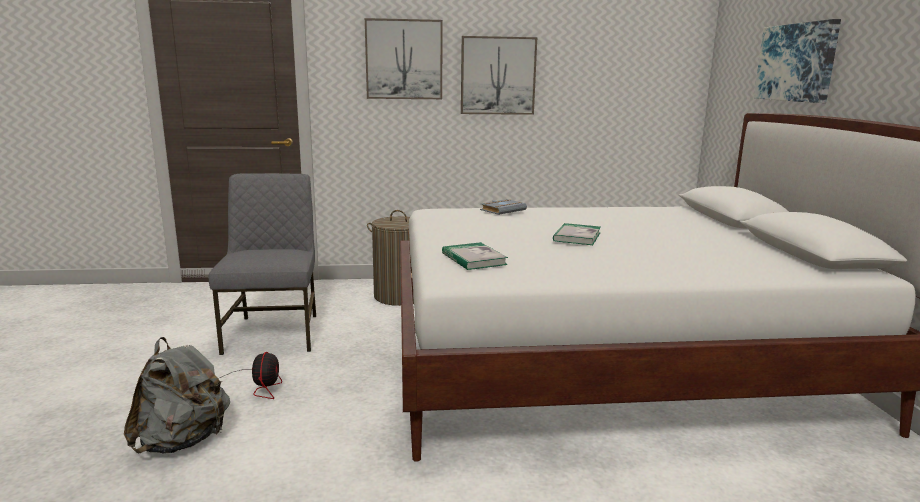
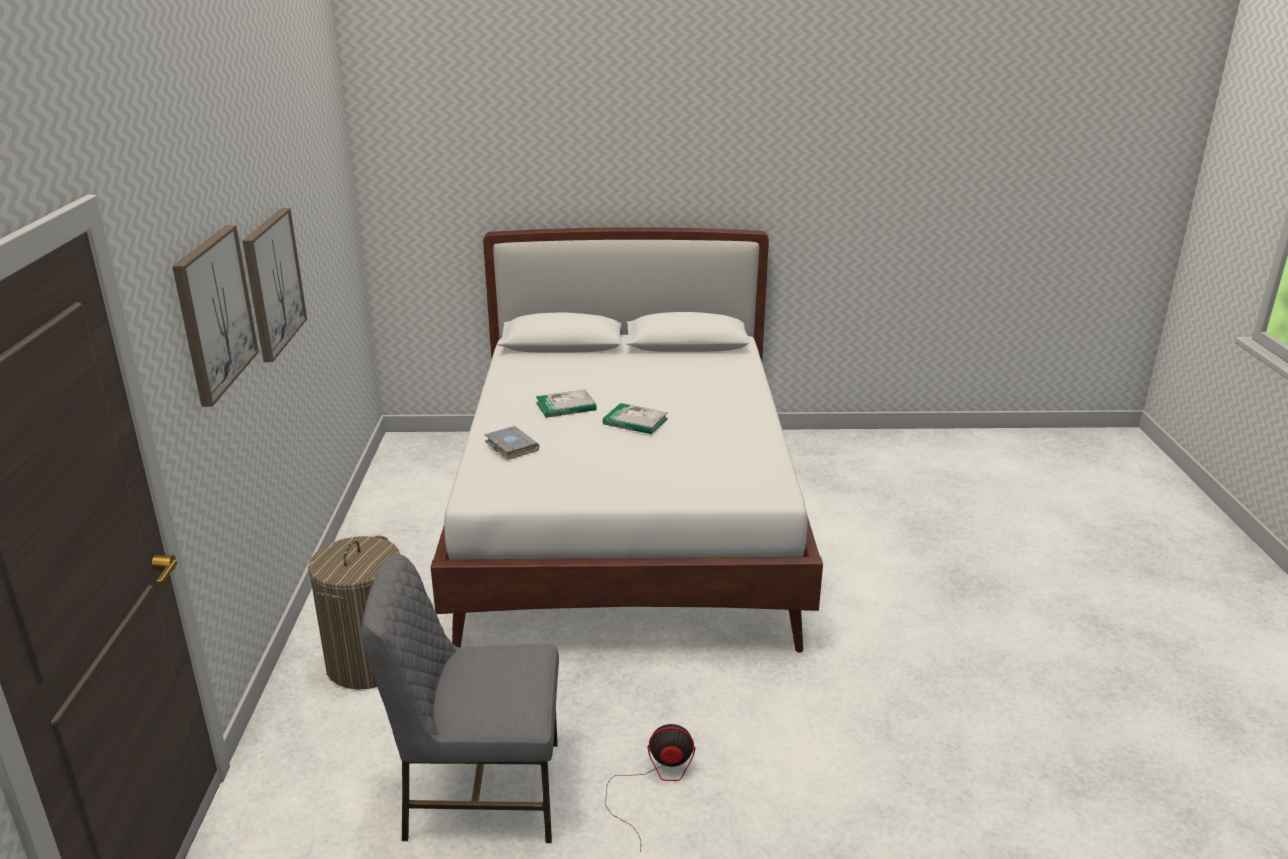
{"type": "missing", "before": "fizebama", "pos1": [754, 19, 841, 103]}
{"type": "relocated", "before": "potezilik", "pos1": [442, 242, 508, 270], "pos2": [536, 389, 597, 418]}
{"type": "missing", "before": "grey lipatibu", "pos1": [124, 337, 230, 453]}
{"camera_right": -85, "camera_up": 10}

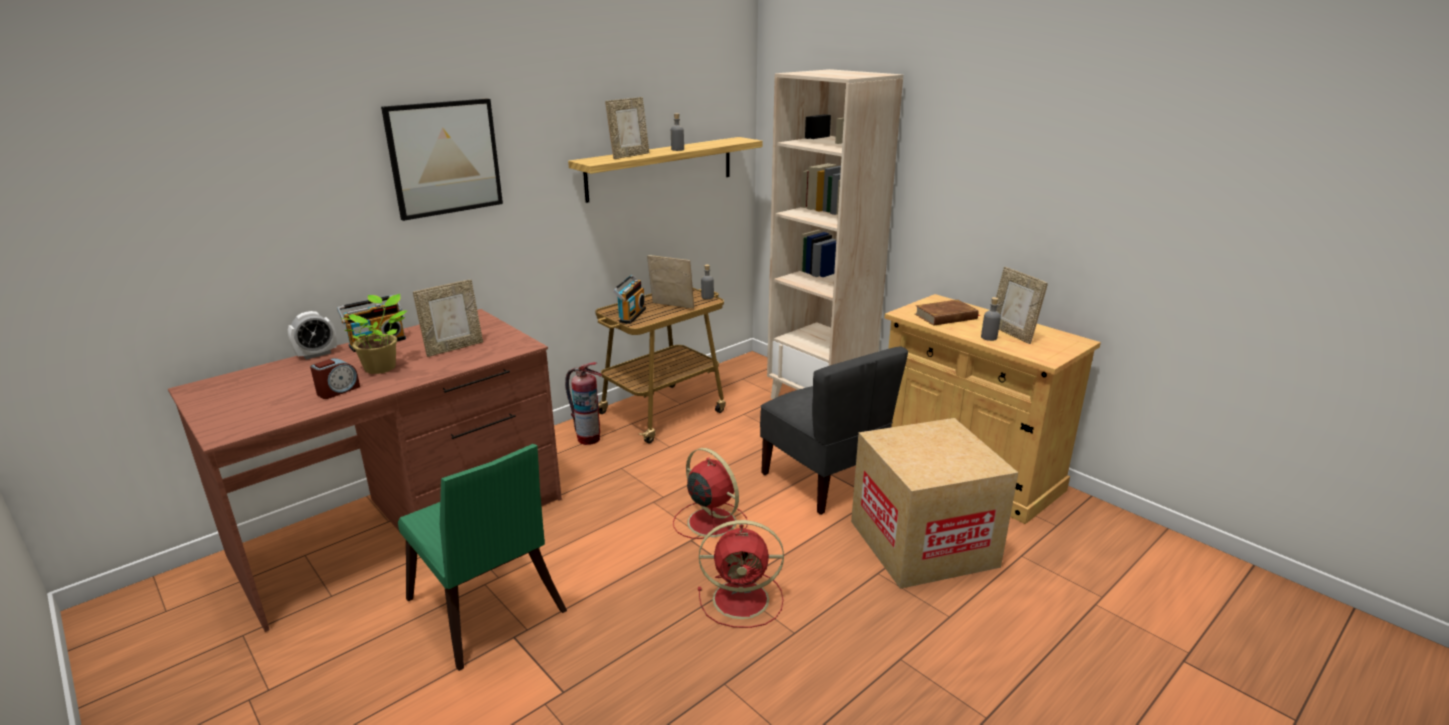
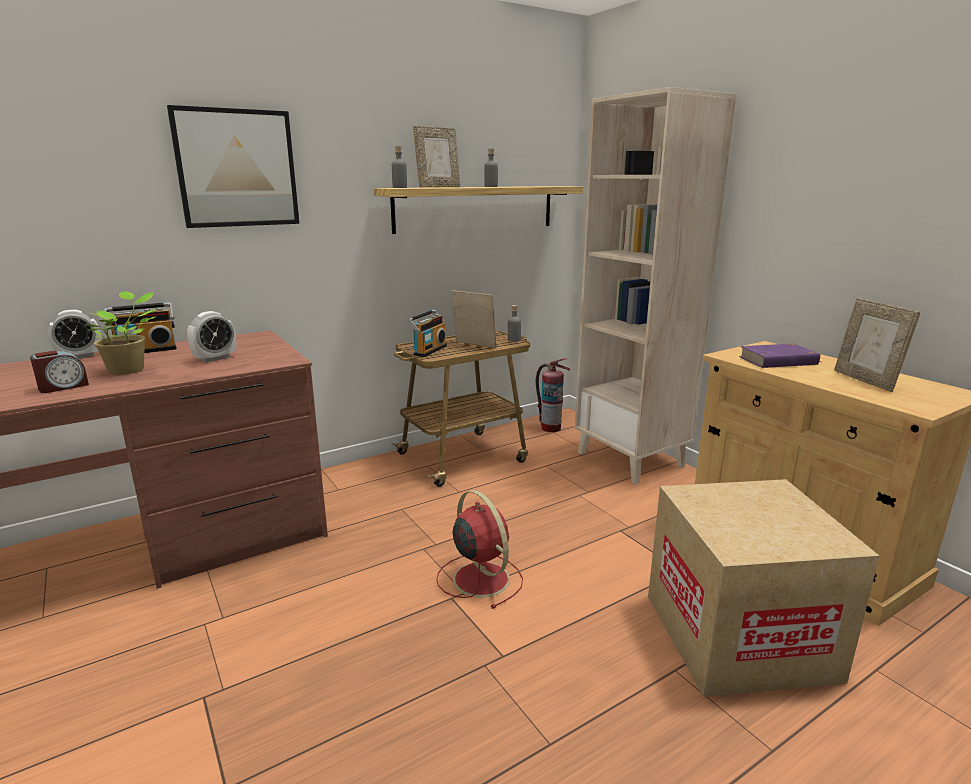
{"type": "exchanged", "before": "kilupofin", "after": "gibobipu", "pos1": [413, 280, 483, 357], "pos2": [187, 311, 236, 362]}
{"type": "relocated", "before": "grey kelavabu", "pos1": [981, 297, 1001, 341], "pos2": [392, 146, 407, 188]}
{"type": "colour", "before": "brown potezilik", "after": "purple potezilik", "pos1": [915, 300, 979, 326], "pos2": [739, 343, 821, 368]}
{"type": "missing", "before": "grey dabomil", "pos1": [760, 347, 908, 515]}
{"type": "relocated", "before": "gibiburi", "pos1": [565, 362, 602, 445], "pos2": [536, 358, 571, 432]}
{"type": "missing", "before": "green dabomil", "pos1": [398, 444, 567, 671]}
{"type": "missing", "before": "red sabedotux", "pos1": [698, 520, 784, 628]}
{"camera_right": 10, "camera_up": -5}

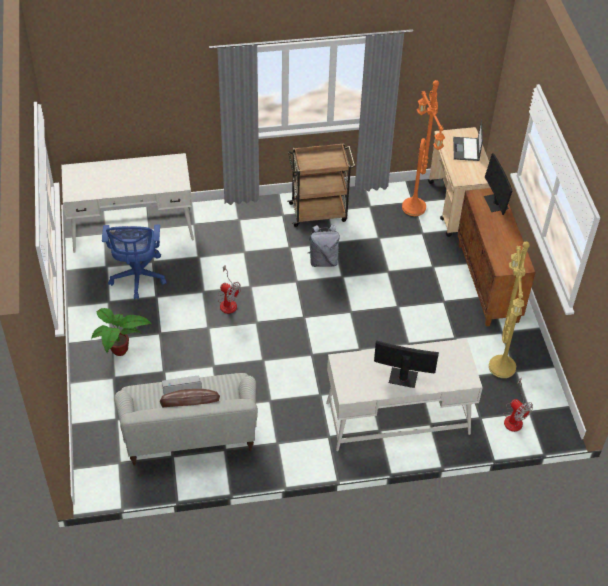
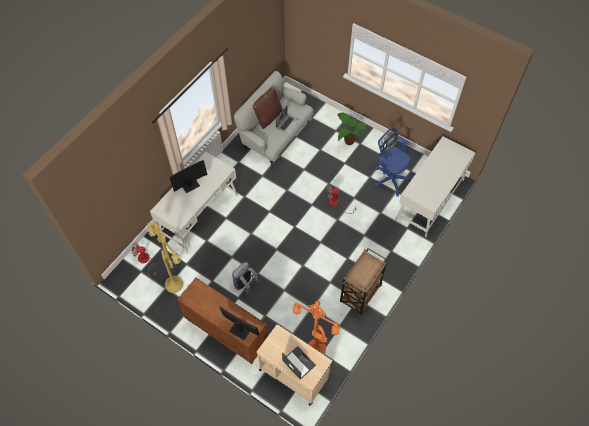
{"type": "relocated", "before": "grey lipatibu", "pos1": [307, 224, 340, 267], "pos2": [232, 262, 261, 295]}
{"camera_right": 135, "camera_up": 10}

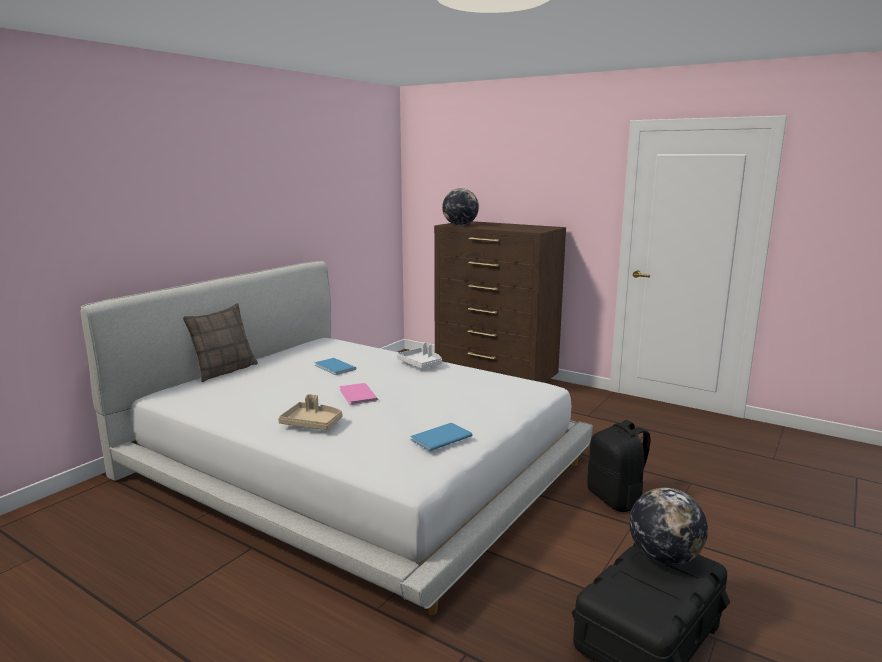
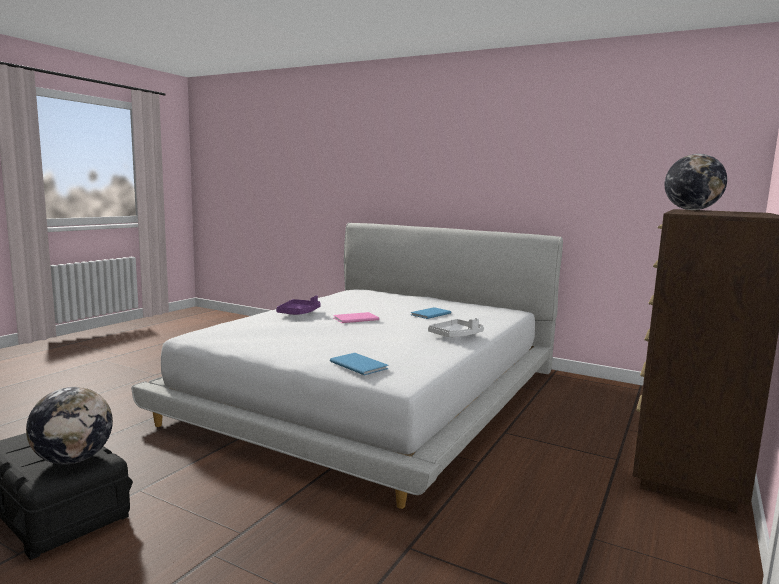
{"type": "missing", "before": "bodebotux", "pos1": [183, 303, 258, 382]}
{"type": "colour", "before": "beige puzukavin", "after": "purple puzukavin", "pos1": [278, 394, 342, 430], "pos2": [276, 296, 321, 315]}
{"type": "missing", "before": "black lipatibu", "pos1": [587, 420, 651, 512]}
{"type": "relocated", "before": "blue potezilik", "pos1": [411, 423, 473, 451], "pos2": [330, 353, 389, 375]}
{"camera_right": 85, "camera_up": -5}

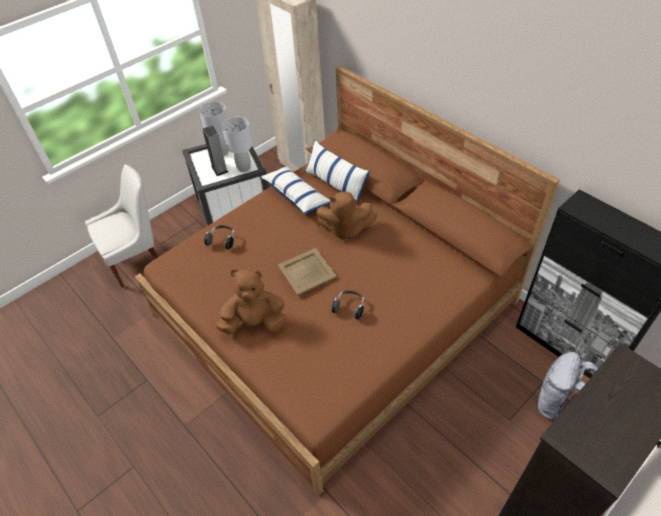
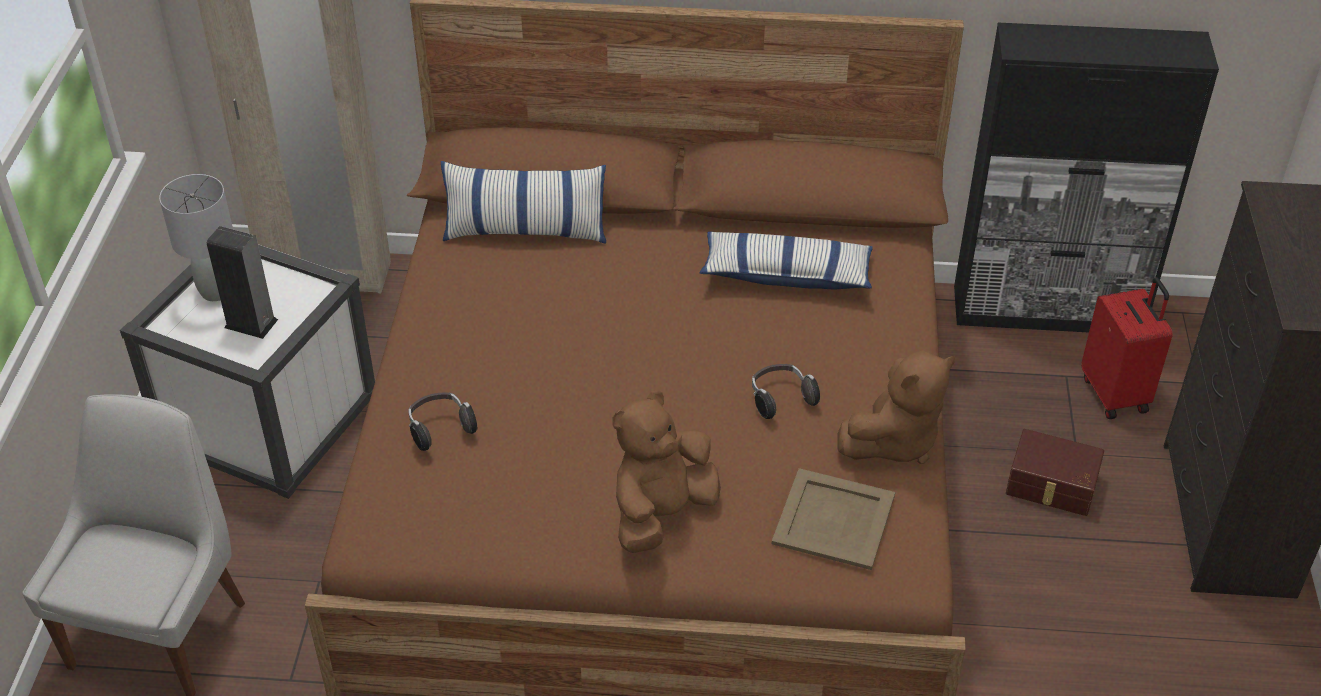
{"type": "missing", "before": "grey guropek", "pos1": [222, 117, 252, 172]}
{"type": "relocated", "before": "bodebotux", "pos1": [259, 166, 331, 215], "pos2": [699, 232, 873, 289]}
{"type": "relocated", "before": "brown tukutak", "pos1": [316, 192, 378, 242], "pos2": [837, 350, 955, 464]}
{"type": "relocated", "before": "beige puzukavin", "pos1": [278, 248, 337, 296], "pos2": [772, 468, 895, 570]}
{"type": "exchanged", "before": "grey lipatibu", "after": "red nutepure", "pos1": [538, 352, 598, 420], "pos2": [1081, 277, 1173, 419]}
{"type": "appeared", "after": "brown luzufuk", "pos2": [1006, 429, 1104, 516]}
{"camera_right": -45, "camera_up": -5}

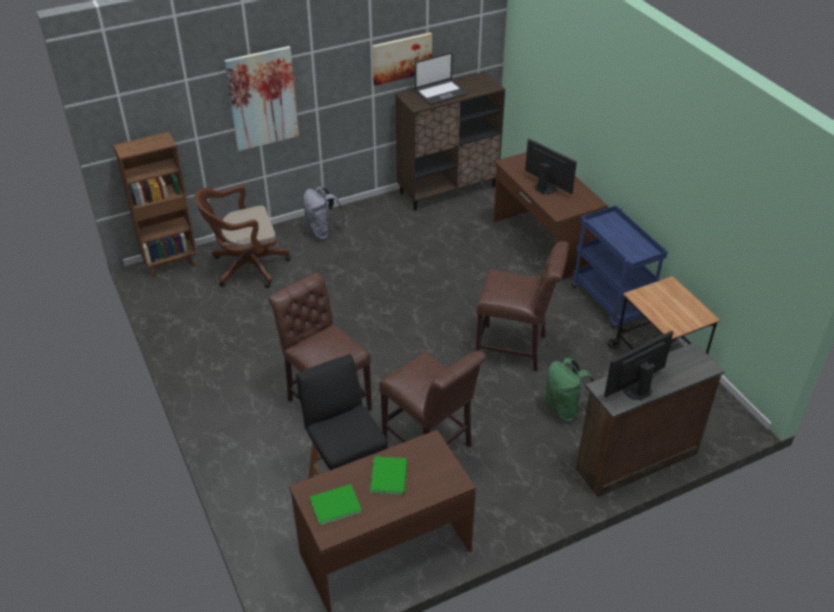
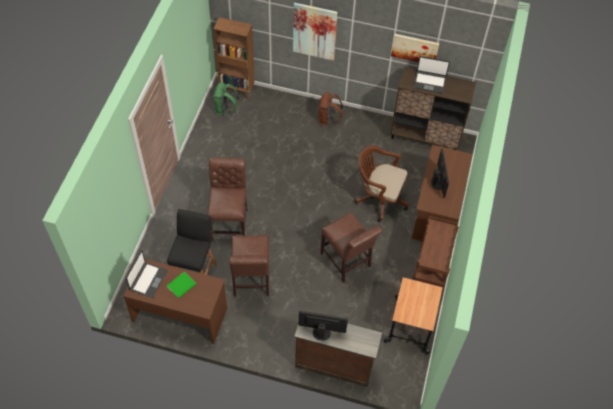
{"type": "relocated", "before": "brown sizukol", "pos1": [195, 185, 291, 288], "pos2": [355, 145, 409, 222]}
{"type": "colour", "before": "grey lipatibu", "after": "brown lipatibu", "pos1": [303, 187, 346, 240], "pos2": [318, 92, 343, 126]}
{"type": "colour", "before": "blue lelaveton", "after": "brown lelaveton", "pos1": [572, 205, 668, 328], "pos2": [413, 216, 459, 294]}
{"type": "relocated", "before": "green lipatibu", "pos1": [545, 358, 594, 422], "pos2": [213, 82, 239, 116]}
{"type": "exchanged", "before": "green potezilik", "after": "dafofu", "pos1": [310, 484, 362, 526], "pos2": [125, 250, 167, 298]}
{"camera_right": 40, "camera_up": 15}

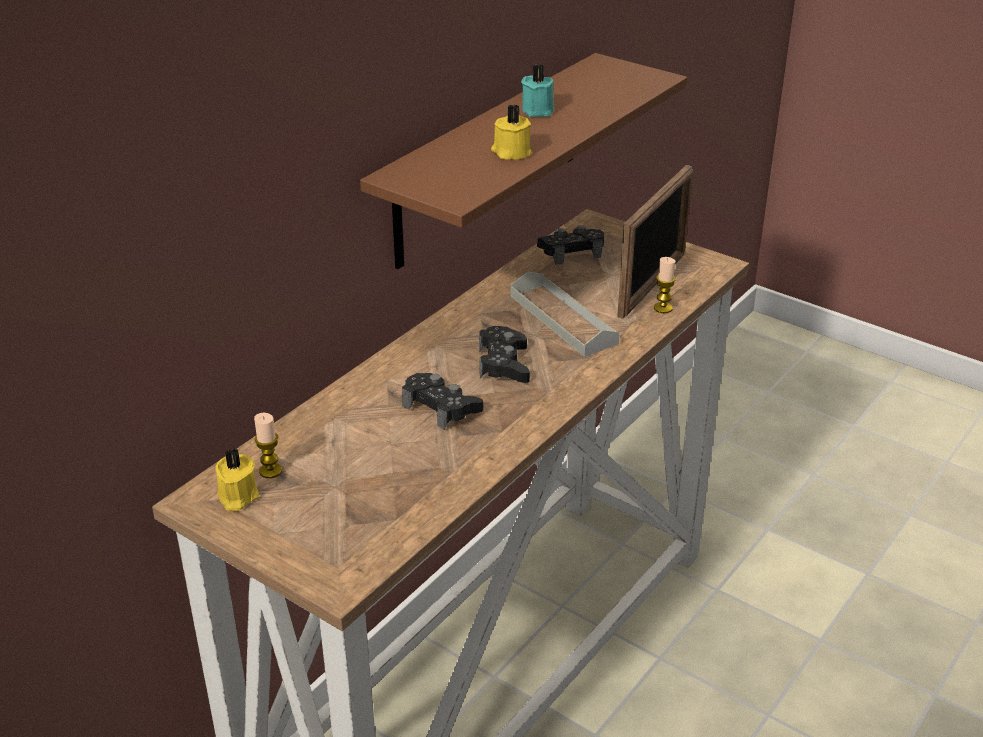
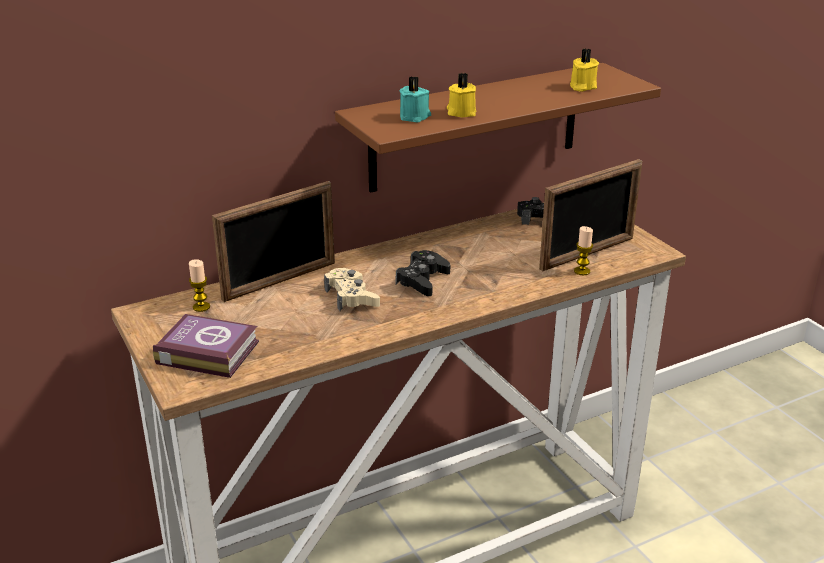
{"type": "relocated", "before": "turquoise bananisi", "pos1": [521, 65, 554, 117], "pos2": [399, 76, 431, 123]}
{"type": "missing", "before": "grey puzukavin", "pos1": [511, 271, 620, 357]}
{"type": "colour", "before": "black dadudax", "after": "beige dadudax", "pos1": [402, 373, 483, 429], "pos2": [324, 268, 380, 311]}
{"type": "relocated", "before": "yellow bananisi", "pos1": [215, 448, 259, 511], "pos2": [570, 49, 599, 92]}
{"type": "appeared", "after": "kilupofin", "pos2": [212, 181, 335, 302]}
{"type": "appeared", "after": "potezilik", "pos2": [153, 314, 259, 378]}
{"camera_right": 25, "camera_up": -5}

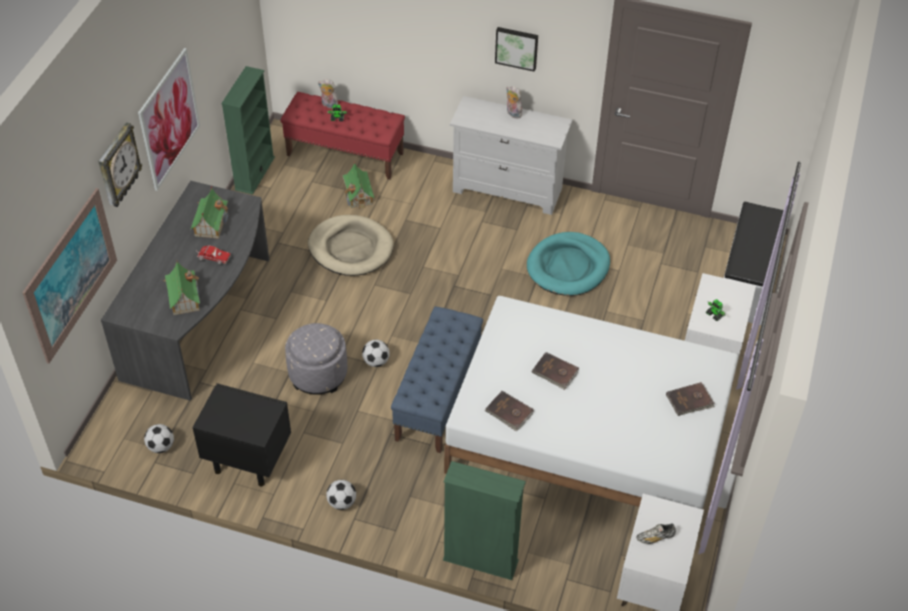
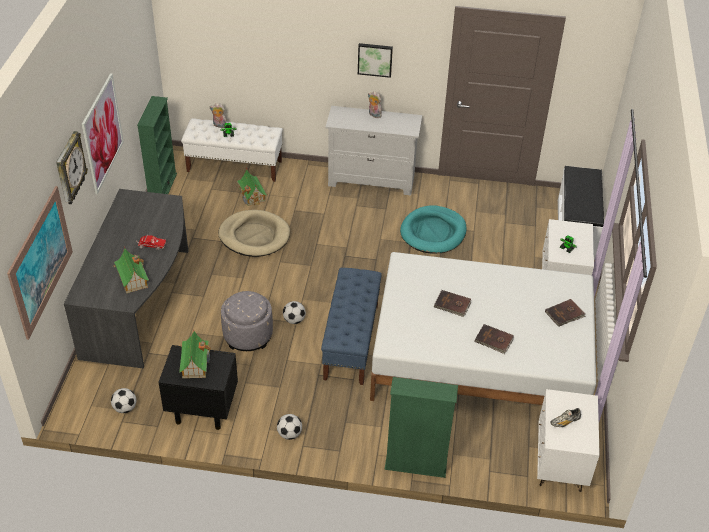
{"type": "colour", "before": "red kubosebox", "after": "white kubosebox", "pos1": [281, 92, 405, 180], "pos2": [181, 118, 283, 182]}
{"type": "relocated", "before": "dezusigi", "pos1": [191, 186, 229, 239], "pos2": [179, 331, 211, 378]}
{"type": "relocated", "before": "brown potezilik", "pos1": [485, 391, 534, 431], "pos2": [474, 324, 514, 354]}
{"camera_right": -10, "camera_up": -5}

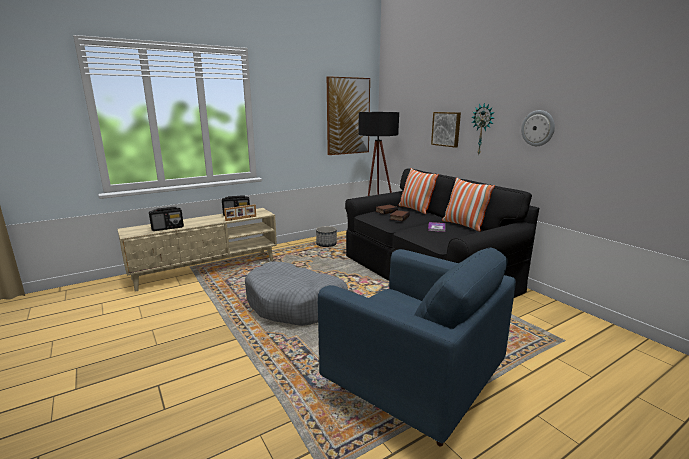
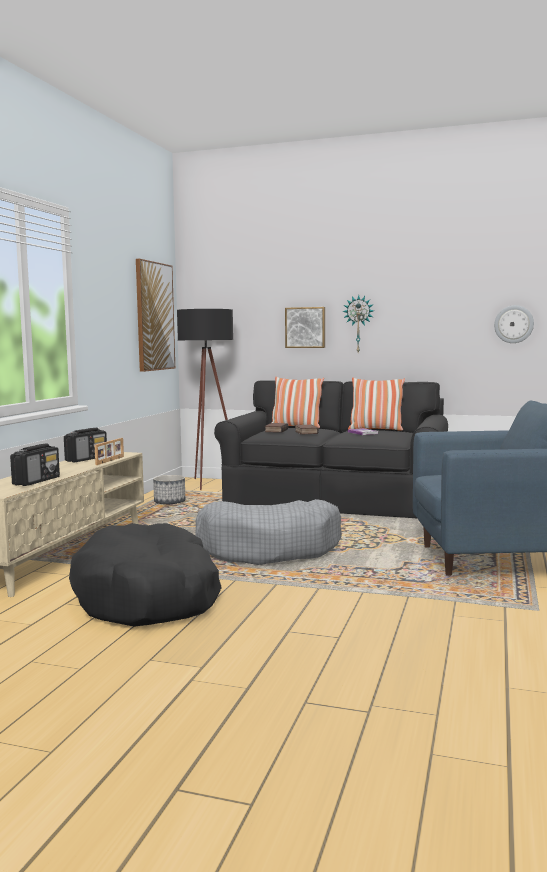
{"type": "relocated", "before": "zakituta", "pos1": [521, 110, 555, 146], "pos2": [494, 305, 534, 343]}
{"type": "appeared", "after": "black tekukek", "pos2": [69, 523, 222, 627]}
{"camera_right": -40, "camera_up": -10}

